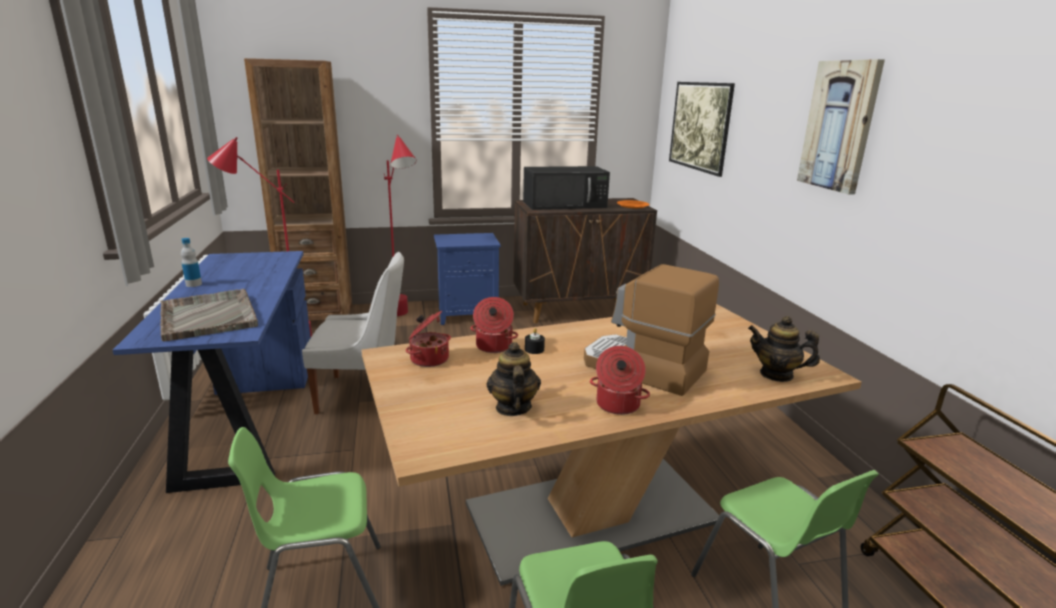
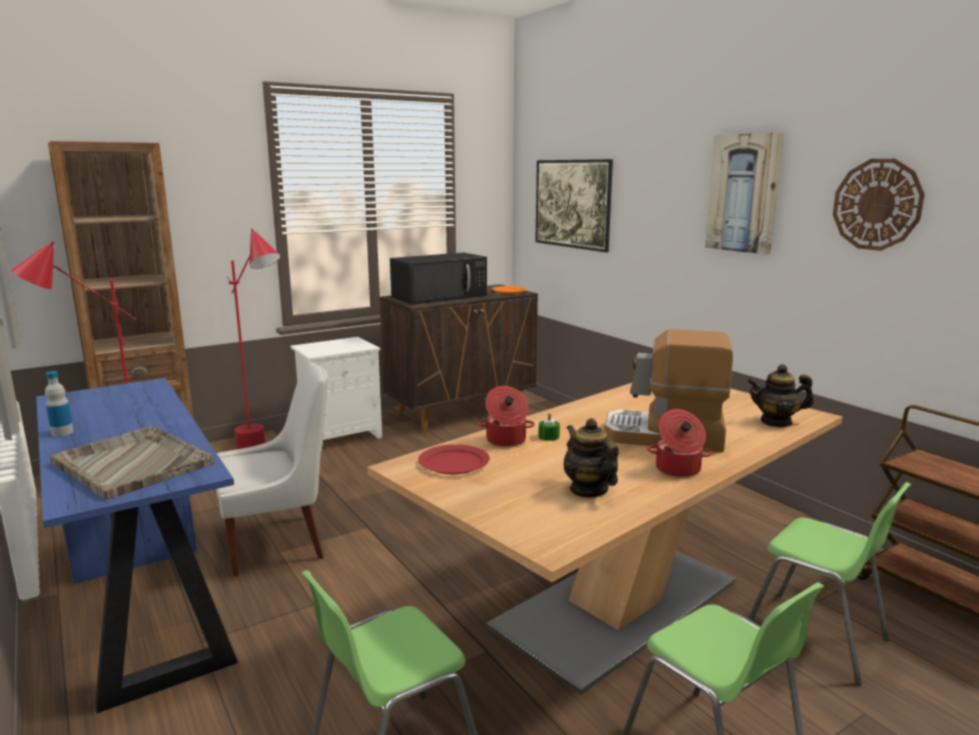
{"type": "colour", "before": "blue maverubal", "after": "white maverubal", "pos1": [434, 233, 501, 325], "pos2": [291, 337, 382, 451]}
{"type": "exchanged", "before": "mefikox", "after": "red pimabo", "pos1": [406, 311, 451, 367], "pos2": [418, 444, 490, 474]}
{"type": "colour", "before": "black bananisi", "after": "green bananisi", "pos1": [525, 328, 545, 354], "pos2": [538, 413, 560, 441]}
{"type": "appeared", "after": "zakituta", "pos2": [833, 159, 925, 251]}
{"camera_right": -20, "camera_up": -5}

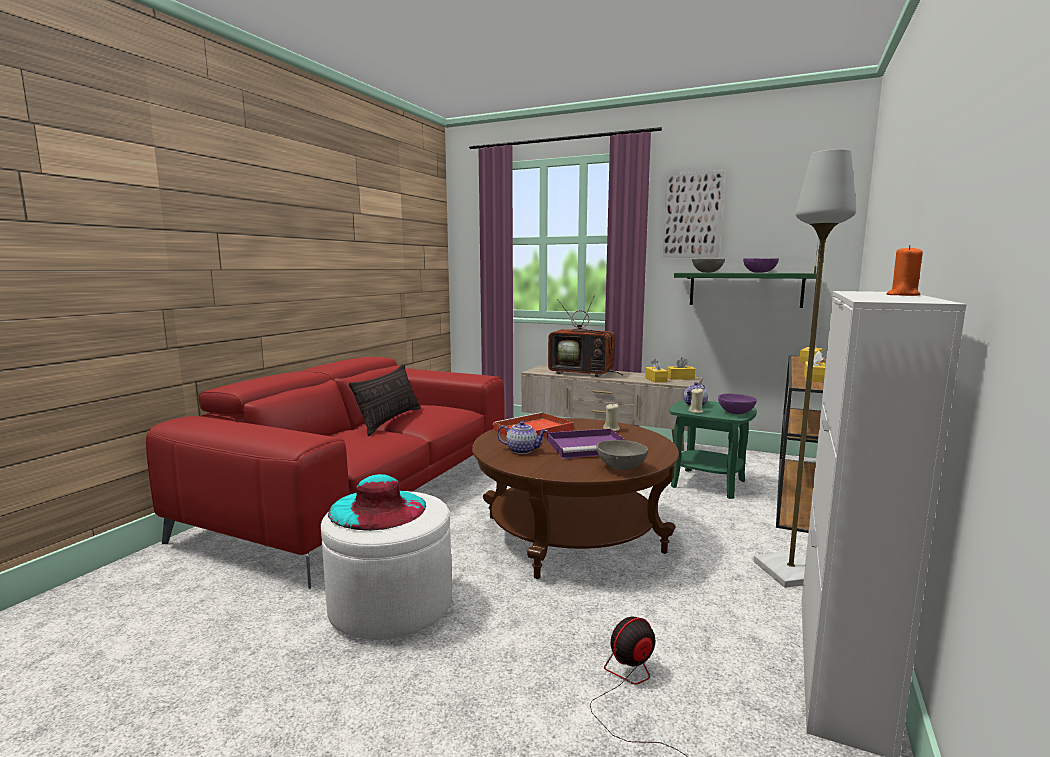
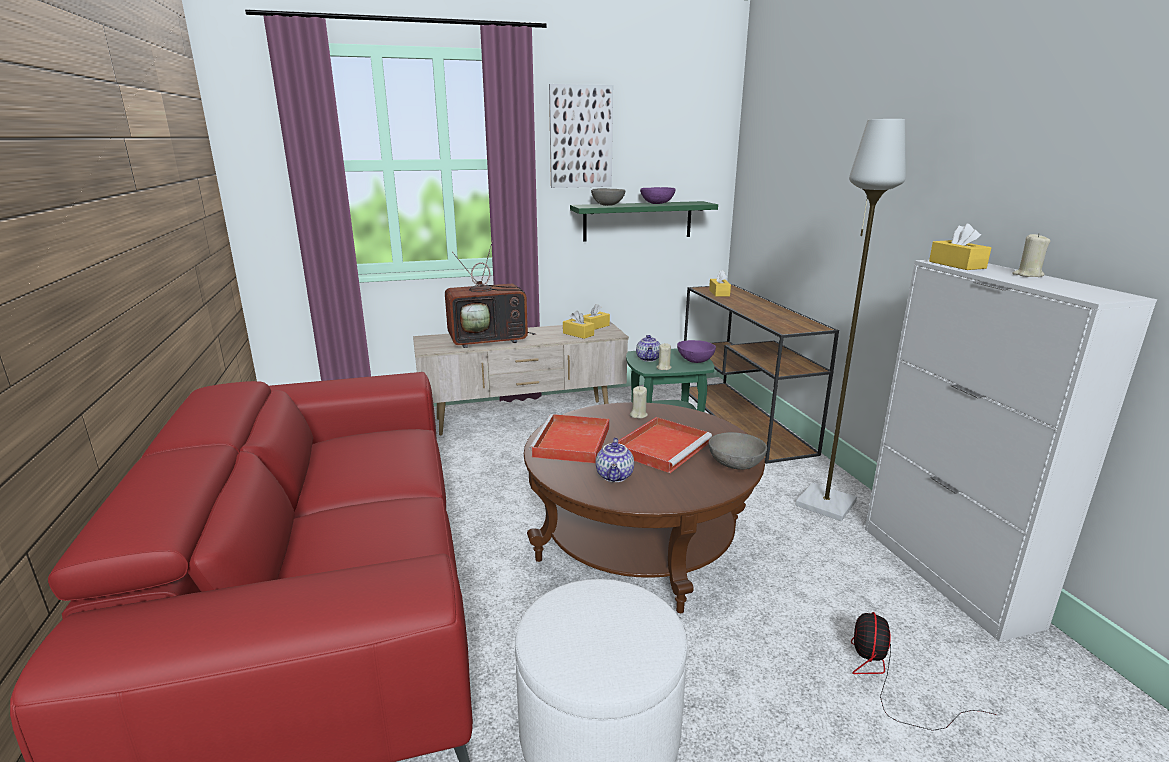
{"type": "colour", "before": "orange bananisi", "after": "beige bananisi", "pos1": [887, 245, 923, 296], "pos2": [1012, 233, 1050, 277]}
{"type": "relocated", "before": "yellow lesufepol", "pos1": [804, 351, 826, 382], "pos2": [929, 223, 991, 270]}
{"type": "missing", "before": "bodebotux", "pos1": [349, 364, 421, 436]}
{"type": "spun", "before": "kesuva", "pos1": [497, 421, 548, 454], "pos2": [596, 438, 634, 482], "turn": 120}
{"type": "colour", "before": "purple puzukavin", "after": "red puzukavin", "pos1": [547, 428, 625, 459], "pos2": [618, 417, 712, 473]}
{"type": "missing", "before": "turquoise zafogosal", "pos1": [328, 474, 426, 531]}
{"camera_right": -40, "camera_up": 10}

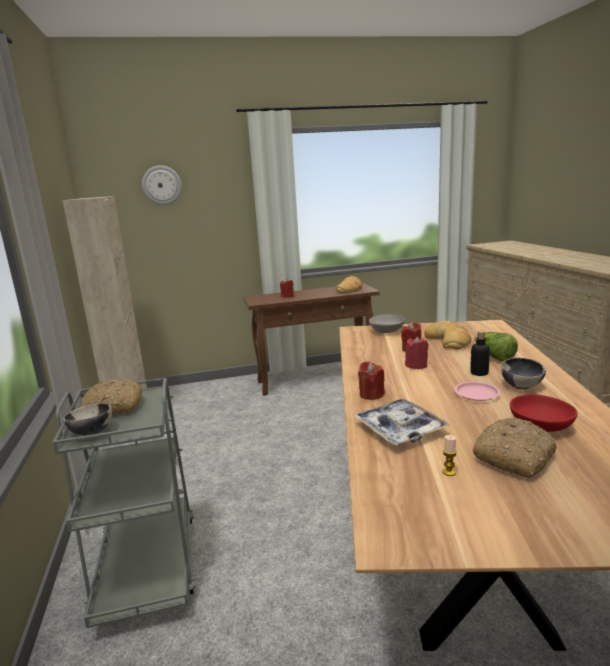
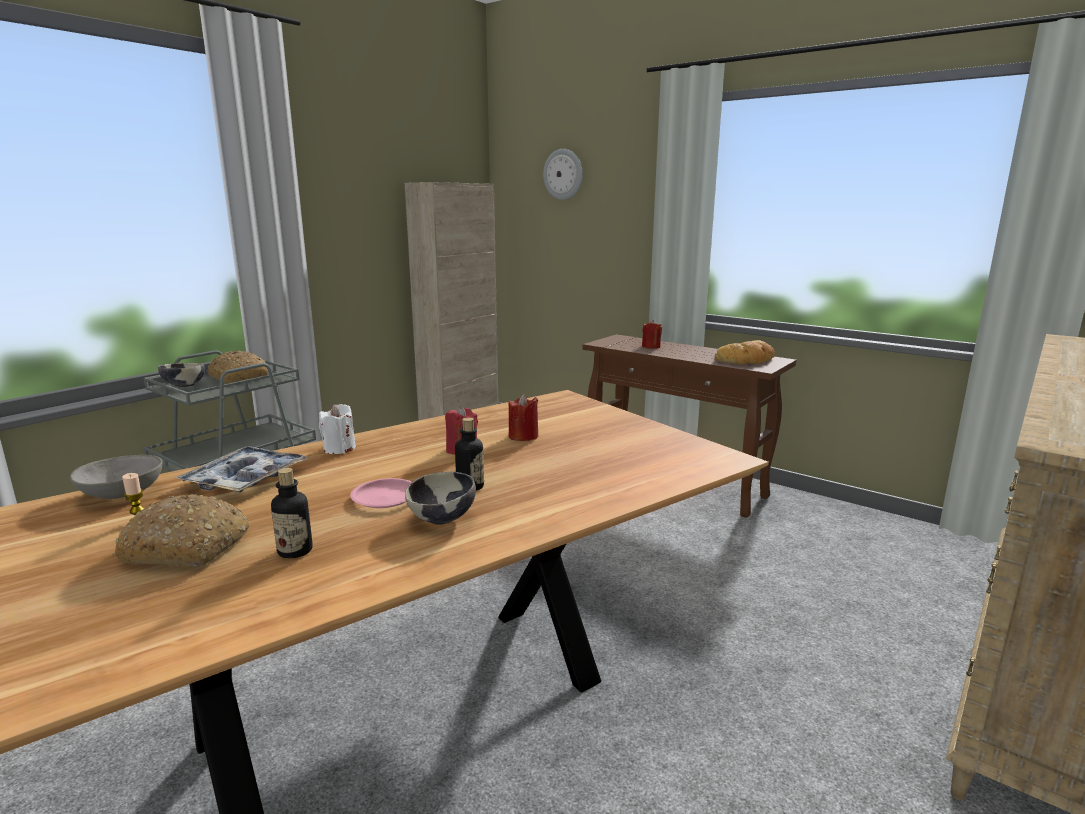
{"type": "relocated", "before": "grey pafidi", "pos1": [369, 314, 405, 333], "pos2": [70, 455, 162, 499]}
{"type": "missing", "before": "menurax", "pos1": [424, 321, 471, 350]}
{"type": "missing", "before": "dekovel", "pos1": [474, 332, 518, 361]}
{"type": "colour", "before": "red bananisi", "after": "white bananisi", "pos1": [358, 361, 385, 400], "pos2": [319, 404, 356, 454]}
{"type": "exchanged", "before": "red pafidi", "after": "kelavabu", "pos1": [510, 394, 577, 432], "pos2": [271, 468, 313, 558]}
{"camera_right": 50, "camera_up": 0}

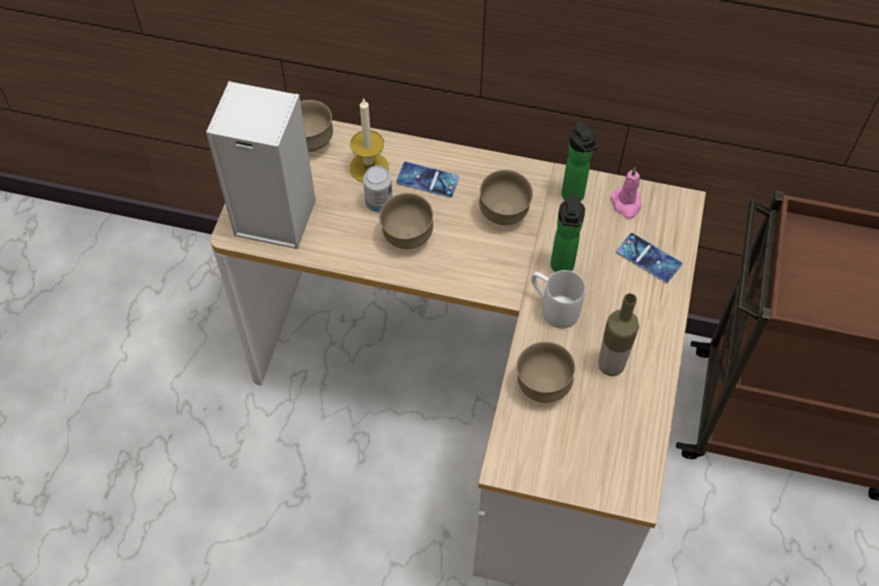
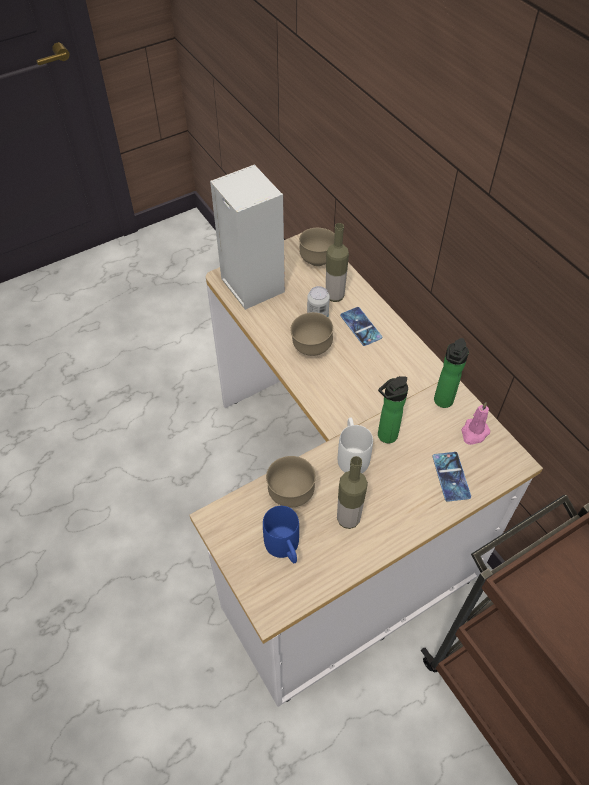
{"type": "exchanged", "before": "bananisi", "after": "kelavabu", "pos1": [350, 98, 388, 182], "pos2": [326, 223, 349, 302]}
{"type": "missing", "before": "brown pafidi", "pos1": [479, 170, 533, 225]}
{"type": "appeared", "after": "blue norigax", "pos2": [263, 506, 299, 563]}
{"camera_right": 45, "camera_up": -5}

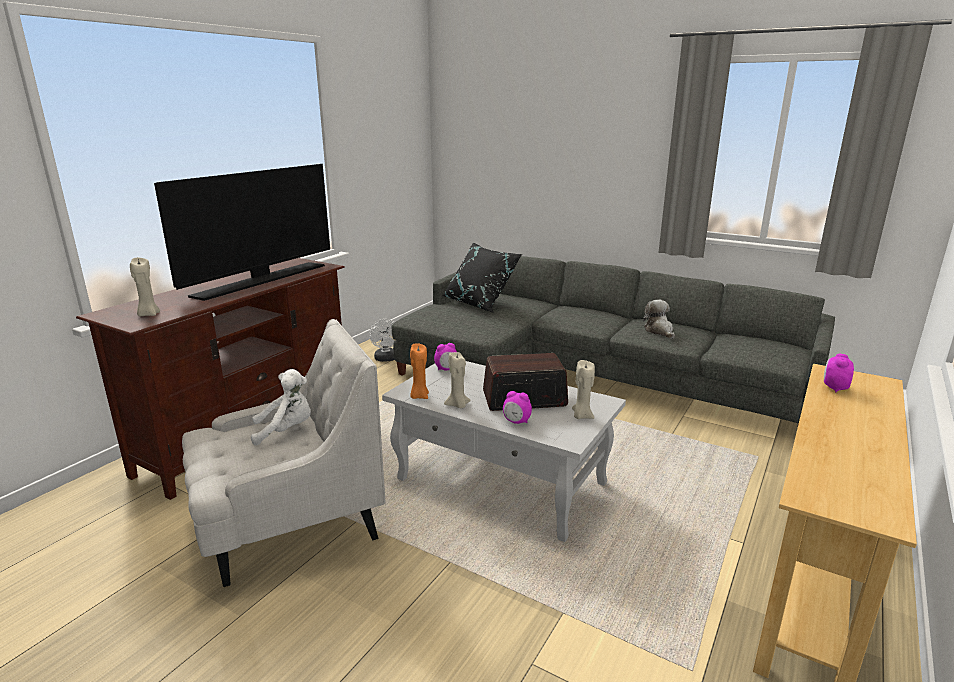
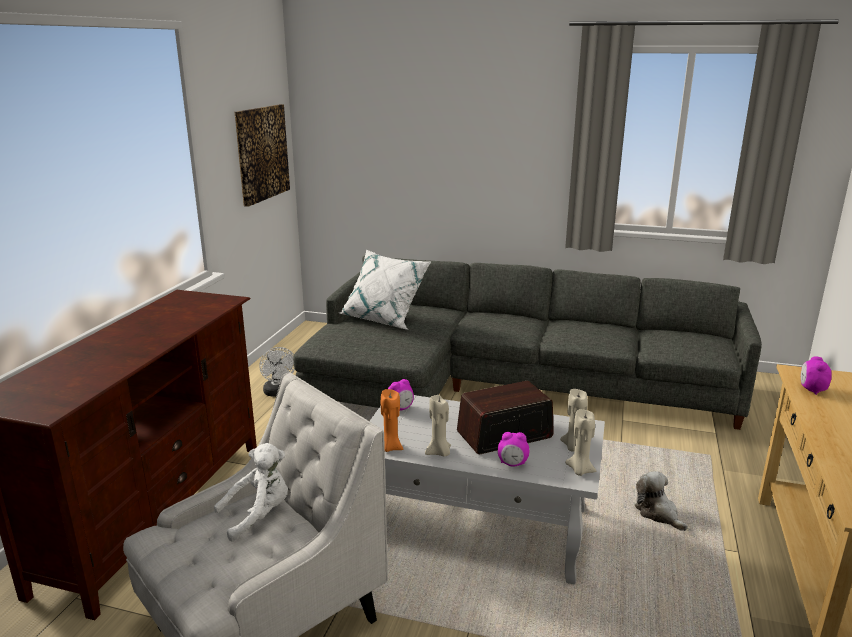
{"type": "missing", "before": "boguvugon", "pos1": [154, 164, 330, 301]}
{"type": "colour", "before": "black bodebotux", "after": "white bodebotux", "pos1": [442, 242, 522, 313], "pos2": [340, 249, 431, 330]}
{"type": "relocated", "before": "beige bananisi", "pos1": [130, 258, 160, 316], "pos2": [565, 409, 596, 476]}
{"type": "relocated", "before": "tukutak", "pos1": [643, 300, 675, 339], "pos2": [635, 471, 688, 531]}
{"type": "appeared", "after": "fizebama", "pos2": [235, 104, 290, 207]}
{"camera_right": -15, "camera_up": 0}

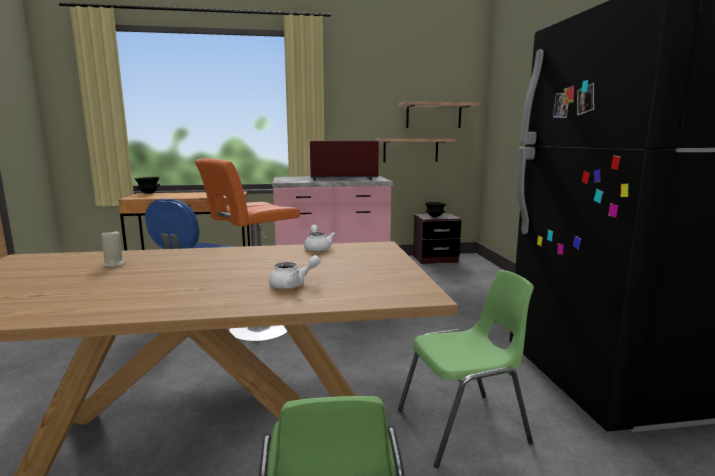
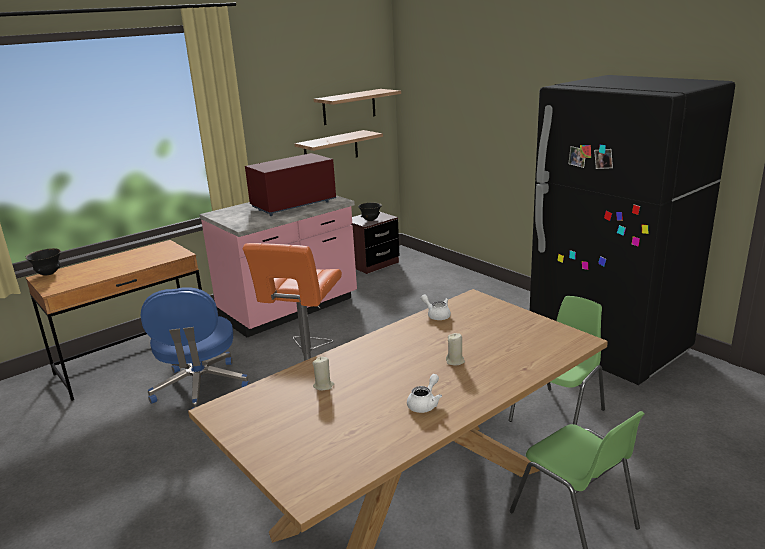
{"type": "relocated", "before": "white kesuva", "pos1": [269, 255, 321, 289], "pos2": [407, 374, 442, 413]}
{"type": "appeared", "after": "beige bananisi", "pos2": [446, 333, 465, 366]}
{"camera_right": -30, "camera_up": 10}

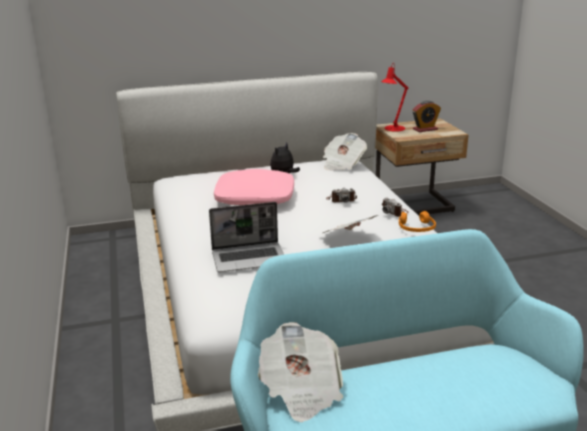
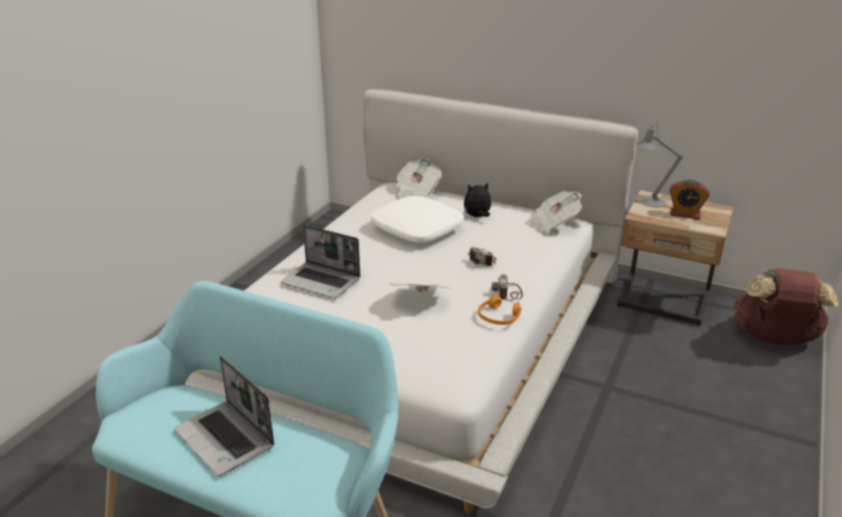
{"type": "colour", "before": "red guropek", "after": "grey guropek", "pos1": [381, 63, 409, 132], "pos2": [636, 124, 683, 207]}
{"type": "colour", "before": "pink bodebotux", "after": "white bodebotux", "pos1": [214, 169, 294, 205], "pos2": [371, 196, 464, 243]}
{"type": "relocated", "before": "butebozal", "pos1": [258, 322, 343, 422], "pos2": [396, 158, 442, 200]}
{"type": "appeared", "after": "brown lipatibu", "pos2": [733, 268, 839, 345]}
{"type": "appeared", "after": "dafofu", "pos2": [174, 356, 274, 476]}
{"camera_right": 40, "camera_up": 5}

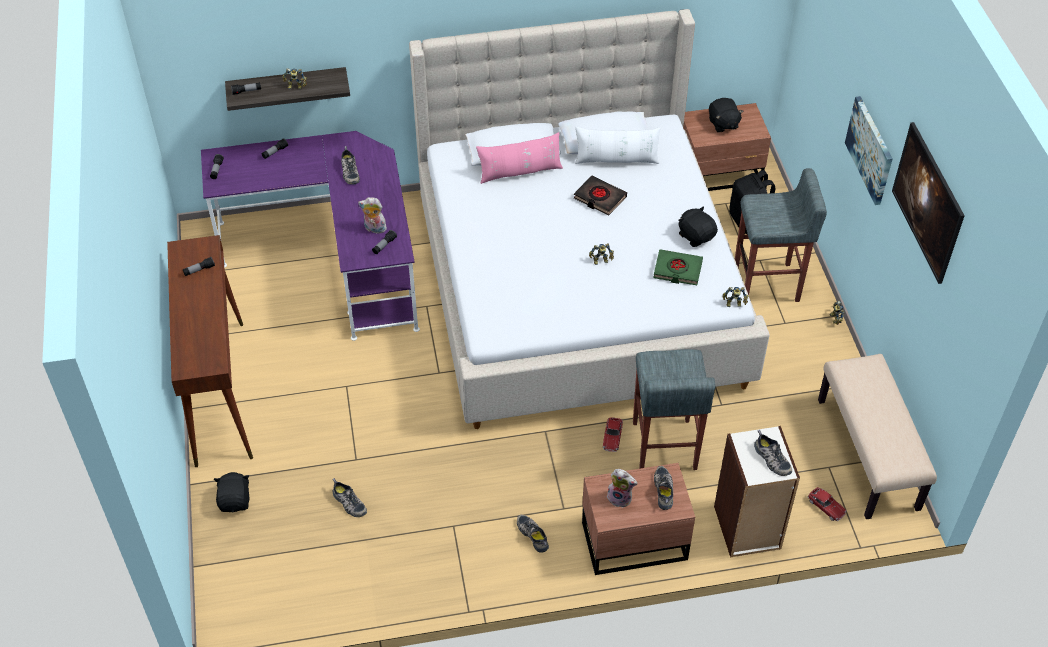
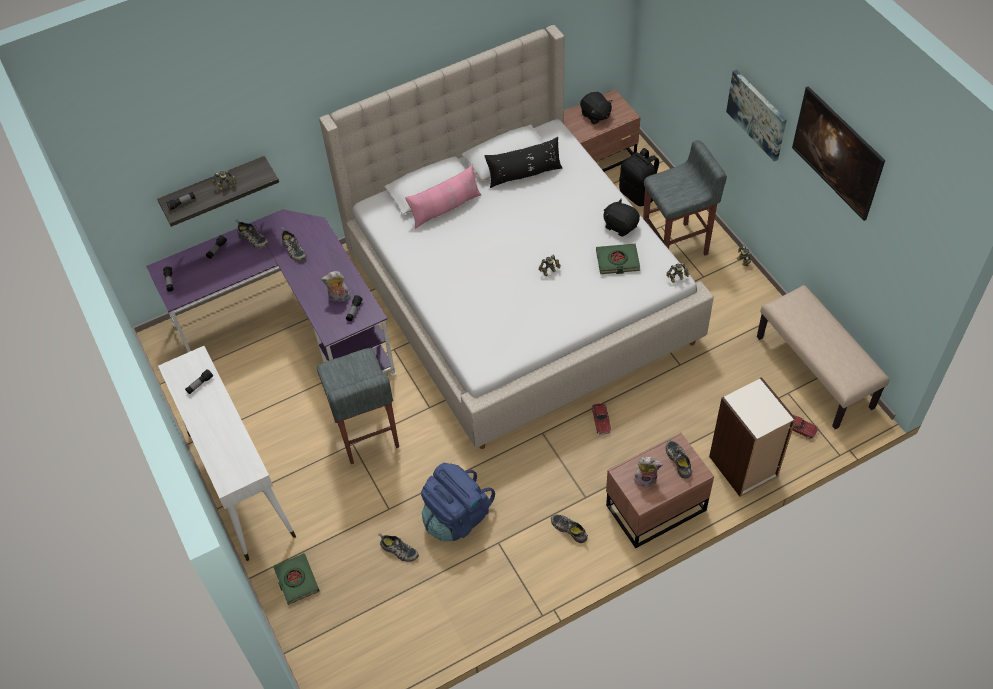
{"type": "colour", "before": "white bodebotux", "after": "black bodebotux", "pos1": [575, 126, 660, 164], "pos2": [484, 137, 562, 188]}
{"type": "missing", "before": "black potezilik", "pos1": [574, 176, 627, 215]}
{"type": "colour", "before": "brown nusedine", "after": "white nusedine", "pos1": [167, 235, 253, 467], "pos2": [158, 346, 296, 561]}
{"type": "relocated", "before": "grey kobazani", "pos1": [633, 349, 715, 470], "pos2": [317, 348, 399, 464]}
{"type": "relocated", "before": "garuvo", "pos1": [754, 430, 792, 476], "pos2": [236, 219, 268, 249]}
{"type": "exchanged", "before": "black tukutak", "after": "green potezilik", "pos1": [214, 472, 249, 512], "pos2": [273, 553, 320, 605]}
{"type": "appeared", "after": "blue lipatibu", "pos2": [421, 463, 495, 541]}
{"camera_right": -15, "camera_up": 5}

